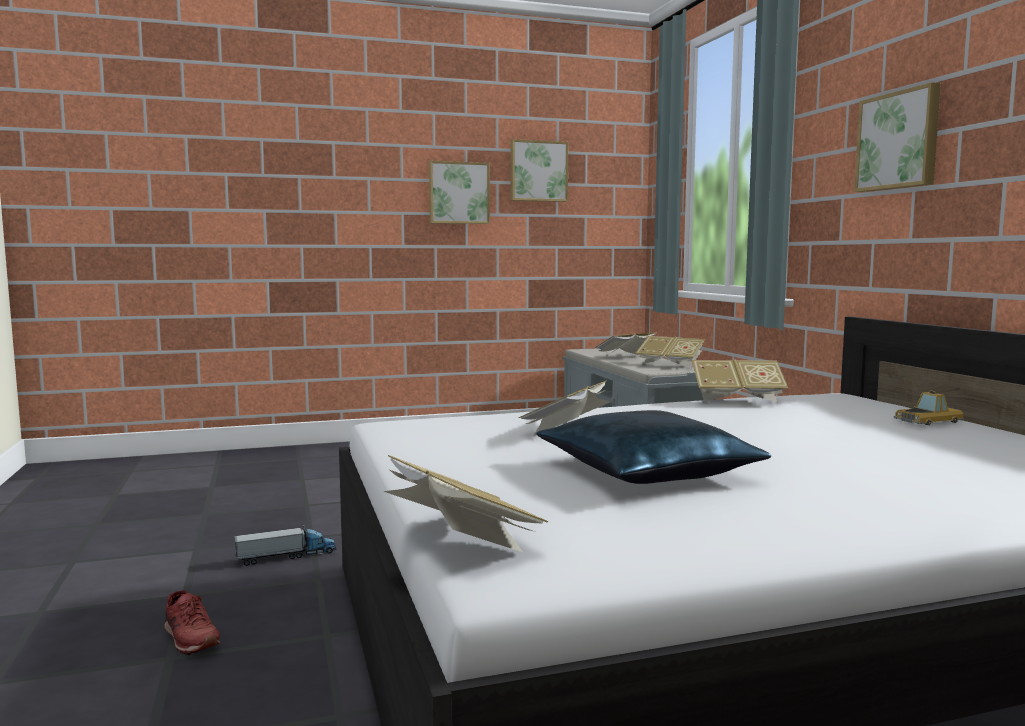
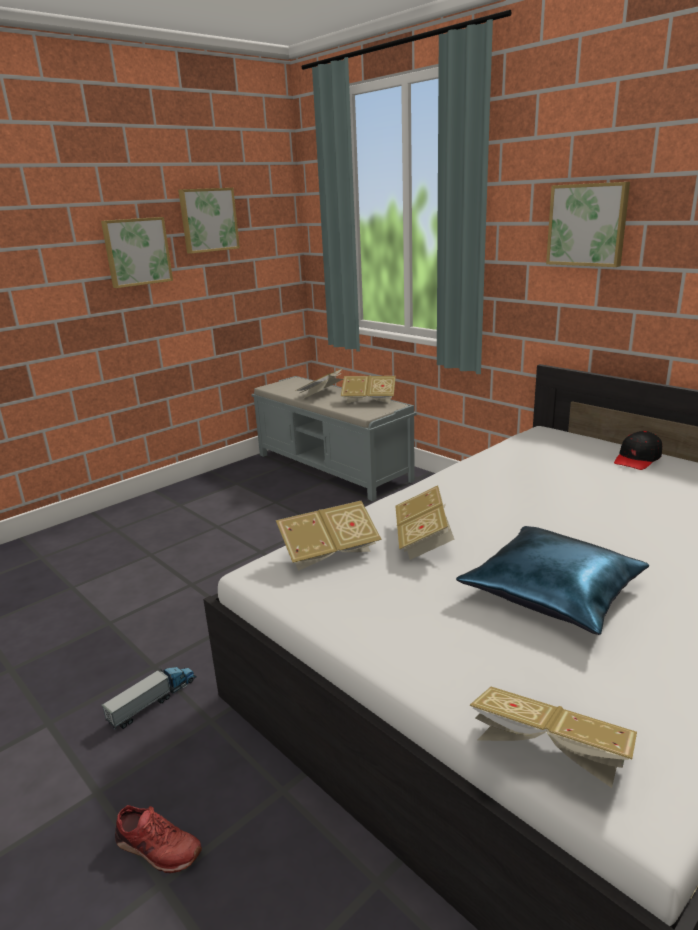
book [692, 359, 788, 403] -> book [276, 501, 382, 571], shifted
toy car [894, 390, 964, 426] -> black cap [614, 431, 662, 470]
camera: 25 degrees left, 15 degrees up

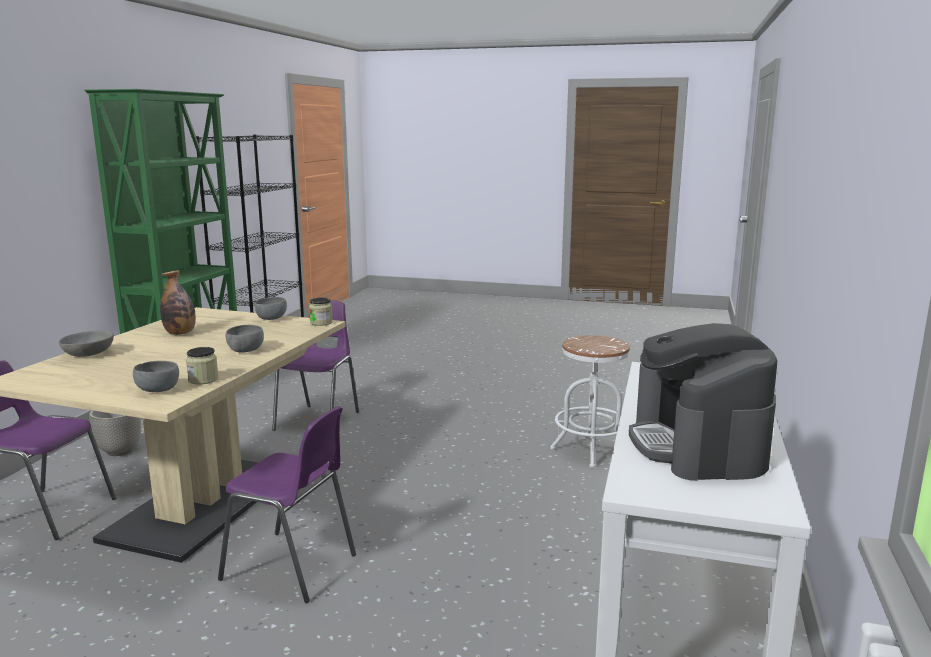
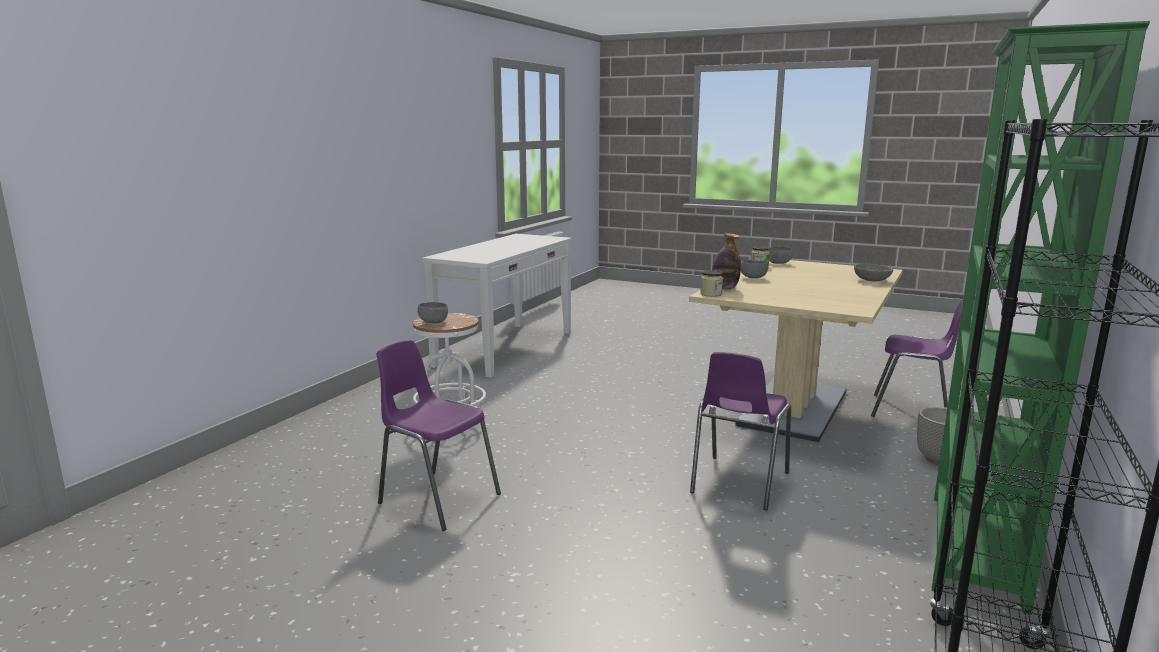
purple chair [218, 406, 356, 603] -> purple chair [376, 340, 501, 531], shifted
grey bowl [255, 297, 287, 320] -> grey bowl [418, 302, 448, 323], shifted
bottle [160, 270, 196, 335] -> bottle [712, 233, 741, 289], shifted
coffee machine [629, 323, 777, 481] -> none
camera: 170 degrees left, 0 degrees up

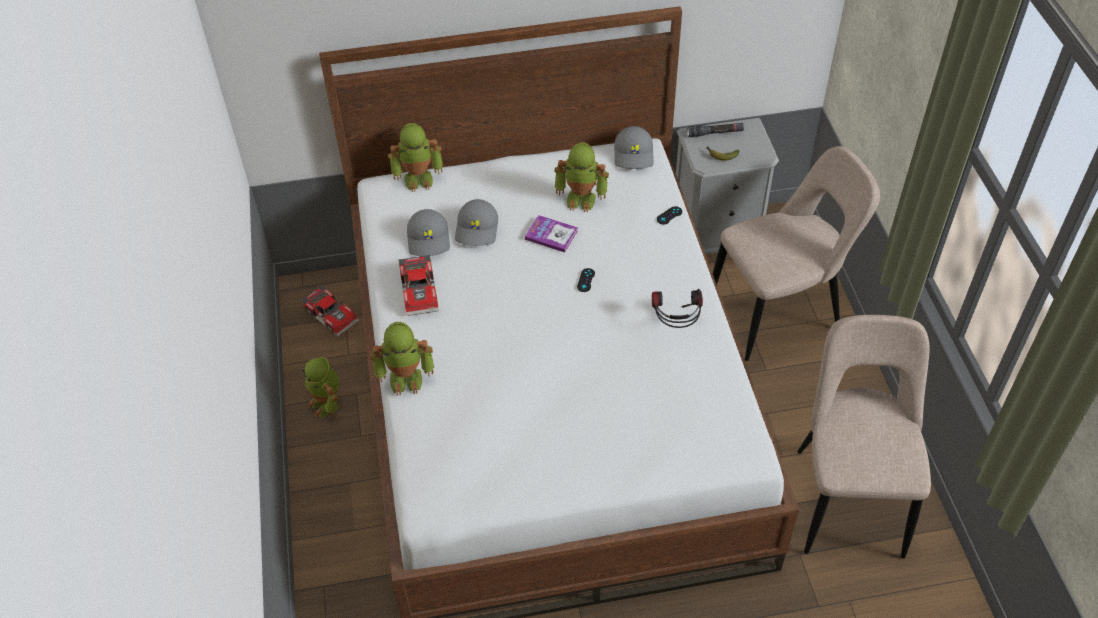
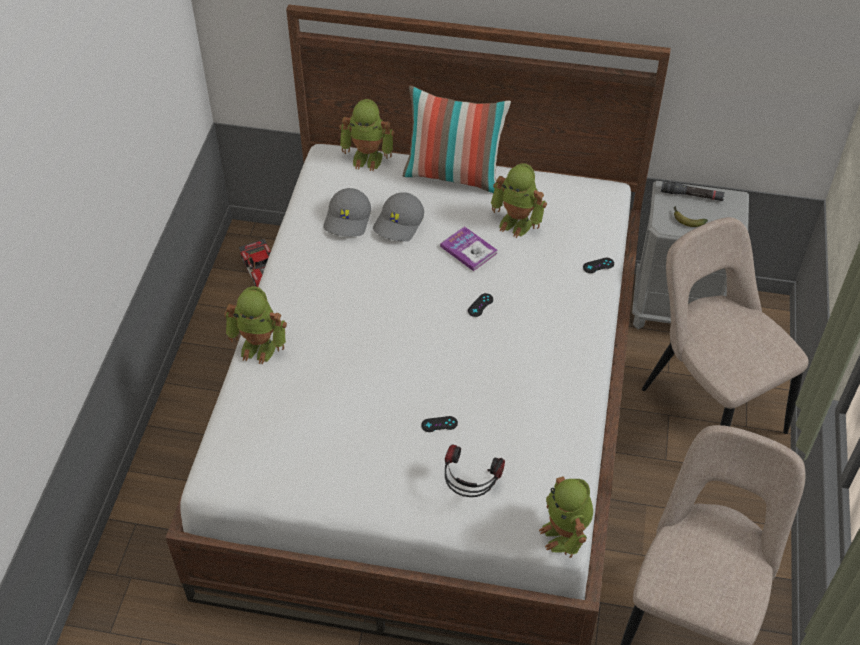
none -> pillow [403, 85, 511, 193]
none -> black game controller [421, 416, 458, 432]
headphones [652, 289, 703, 328] -> headphones [445, 444, 505, 497], shifted
toy robot [303, 357, 339, 417] -> toy robot [539, 477, 593, 558], shifted
beige chair [713, 146, 880, 361] -> beige chair [642, 217, 809, 434], 120 degrees counterclockwise
toy car [399, 254, 439, 316] -> none
grey cap [614, 126, 654, 169] -> none
camera: 20 degrees right, 0 degrees up

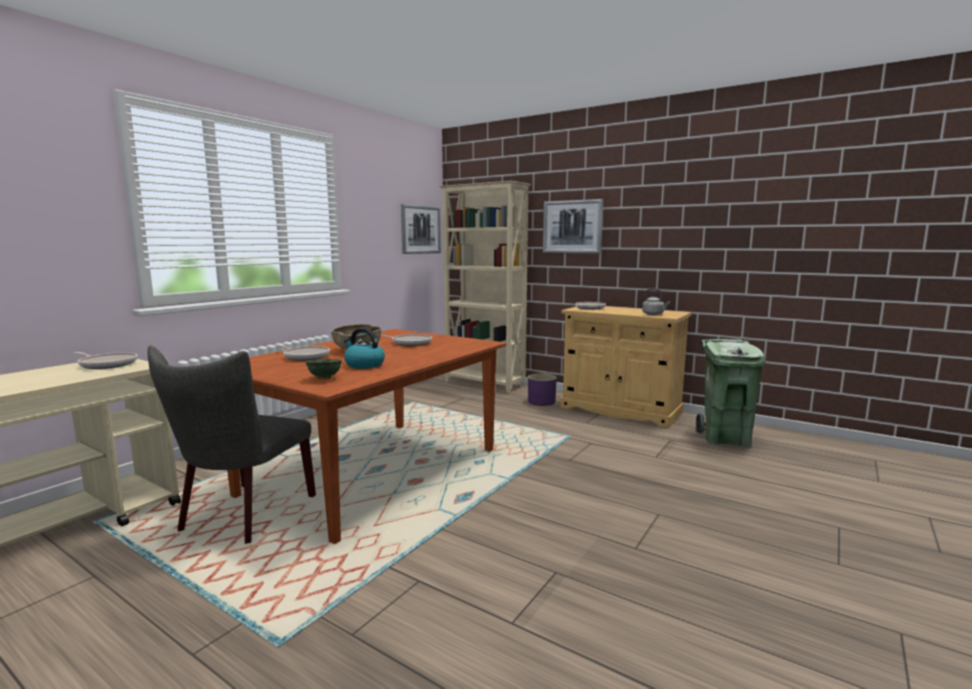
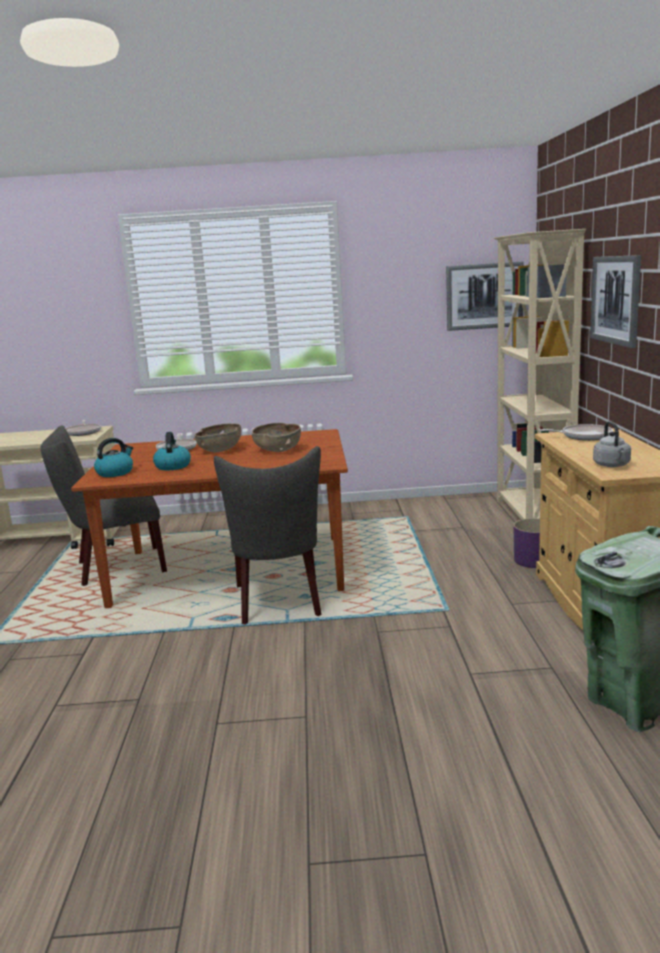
green bowl [305, 359, 342, 380] -> kettle [94, 438, 133, 477]
none -> grey chair [214, 446, 322, 625]
frying pan [381, 334, 432, 346] -> brown bowl [252, 423, 301, 452]
camera: 55 degrees right, 5 degrees up

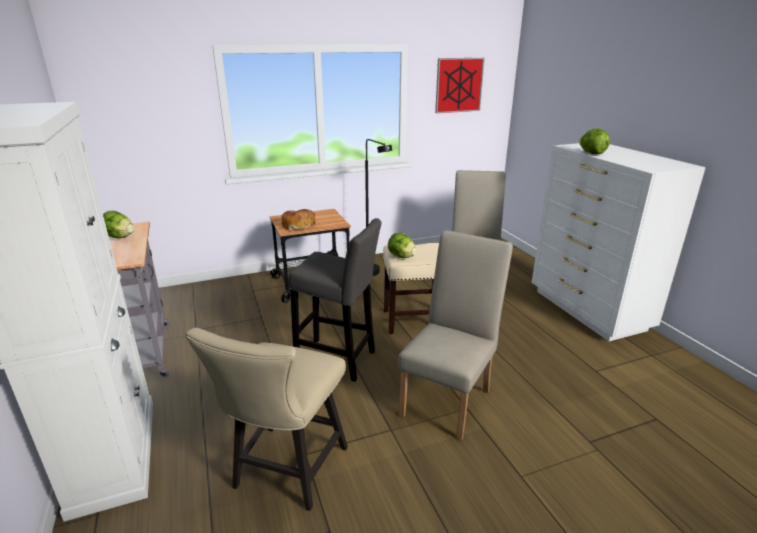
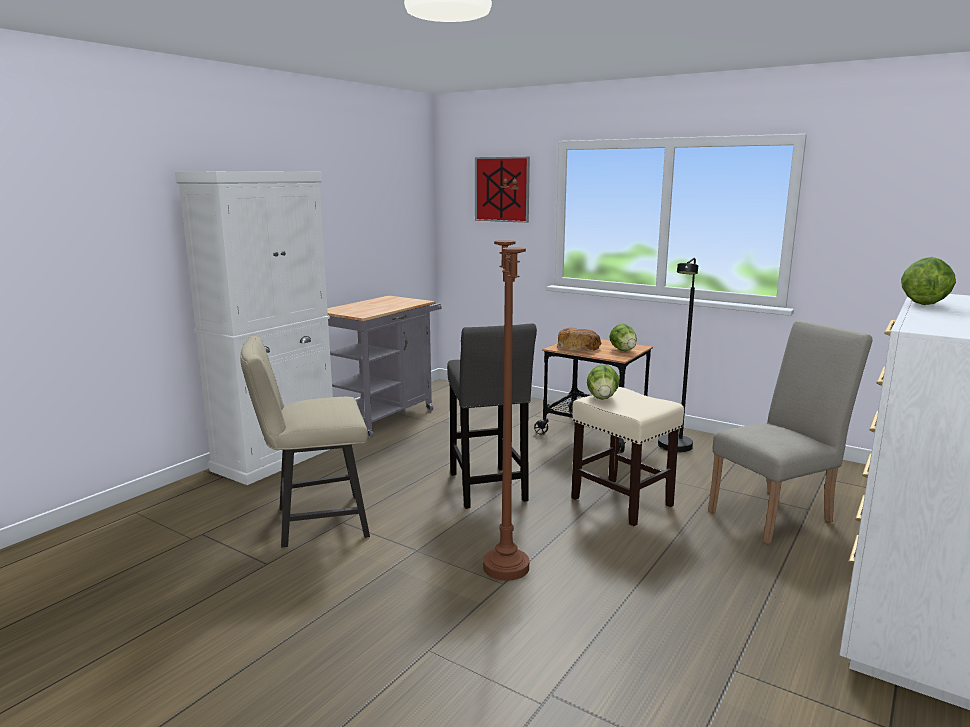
picture [435, 58, 485, 113] -> picture [475, 157, 530, 223], shifted
beige chair [398, 230, 513, 441] -> brown floor lamp [483, 177, 529, 581]
lettuce [103, 211, 134, 238] -> lettuce [609, 324, 637, 351], shifted
camera: 55 degrees right, 10 degrees down

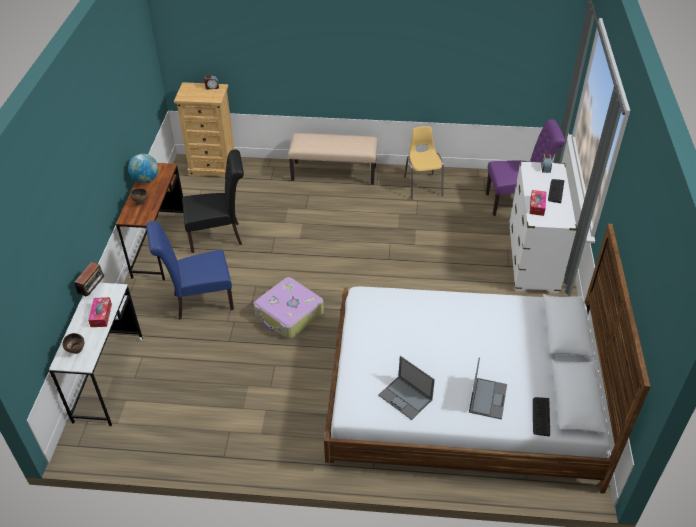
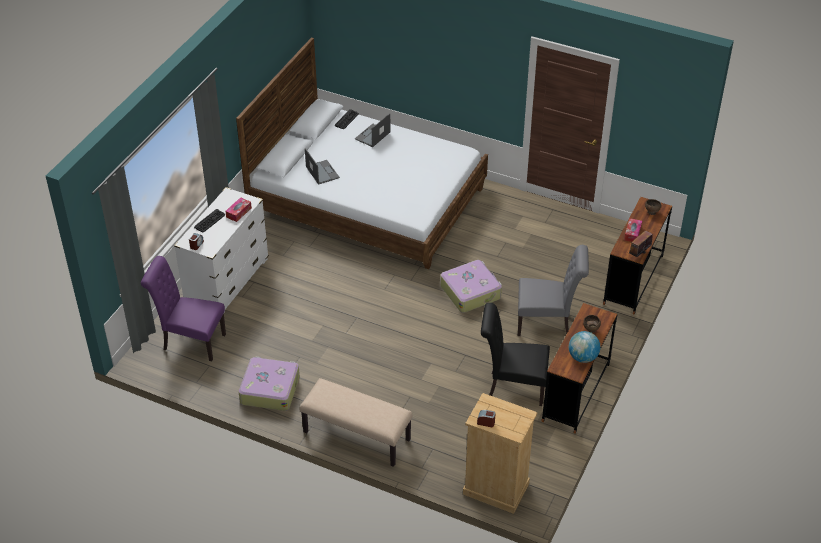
yellow chair [404, 126, 444, 200] -> suitcase [239, 357, 300, 411]
laptop [378, 356, 435, 420] -> laptop [305, 148, 340, 185], shifted
blue chair [146, 221, 234, 320] -> grey chair [518, 245, 589, 336]
white desk [49, 283, 143, 426] -> brown desk [603, 197, 672, 314]
camera: 160 degrees left, 0 degrees up

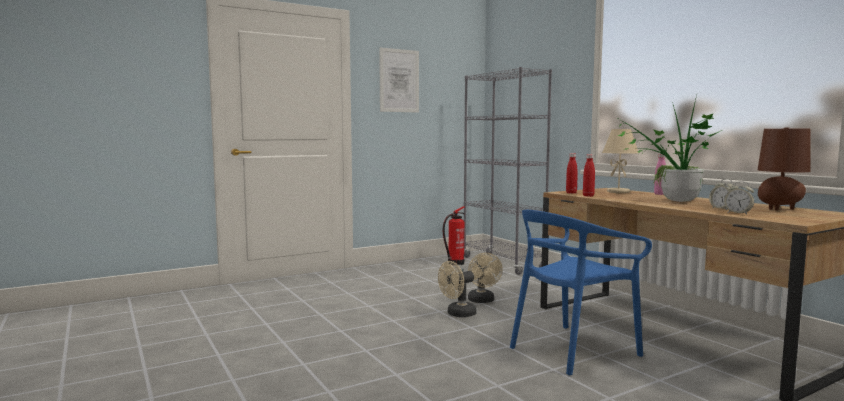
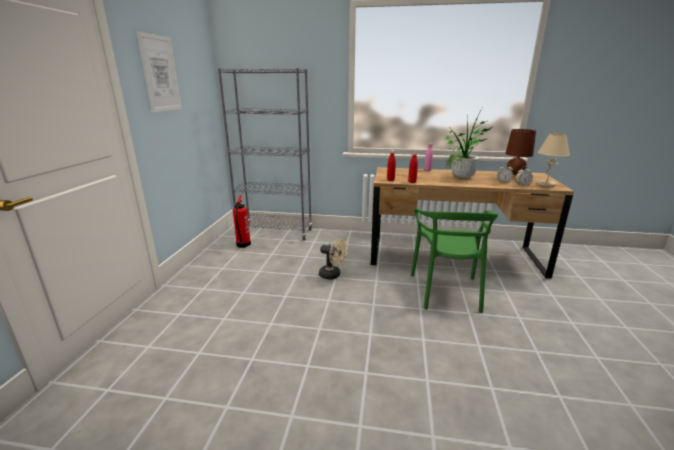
blue chair [510, 210, 652, 375] -> green chair [411, 208, 498, 313]
beige table lamp [602, 129, 639, 193] -> beige table lamp [537, 133, 570, 187], shifted
beige fan [438, 261, 476, 317] -> none
camera: 50 degrees left, 15 degrees up

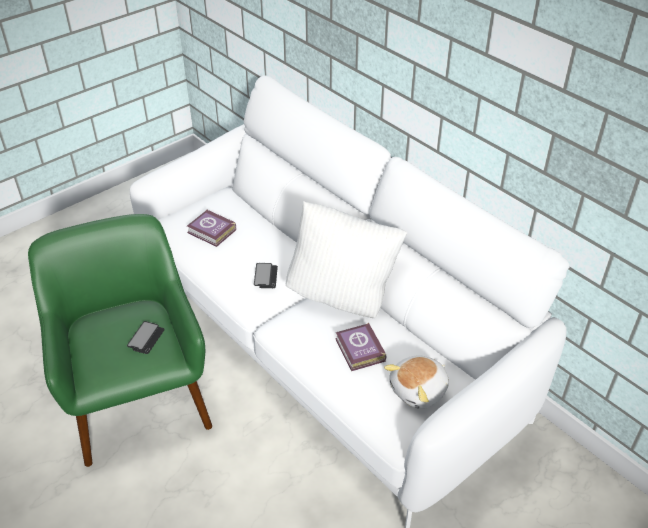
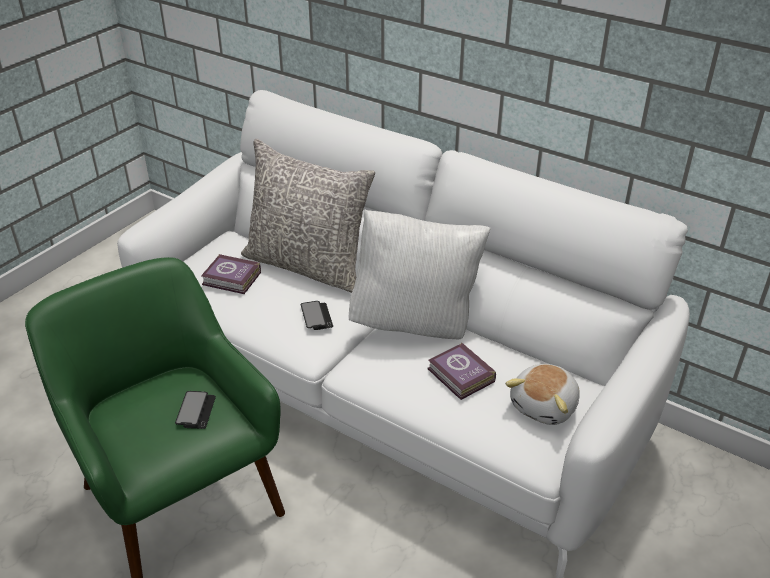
none -> grey pillow [241, 139, 375, 293]
camera: 15 degrees left, 5 degrees down

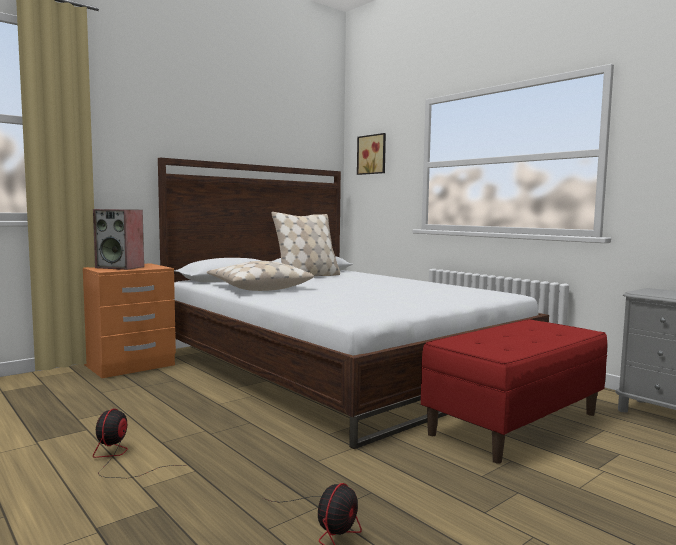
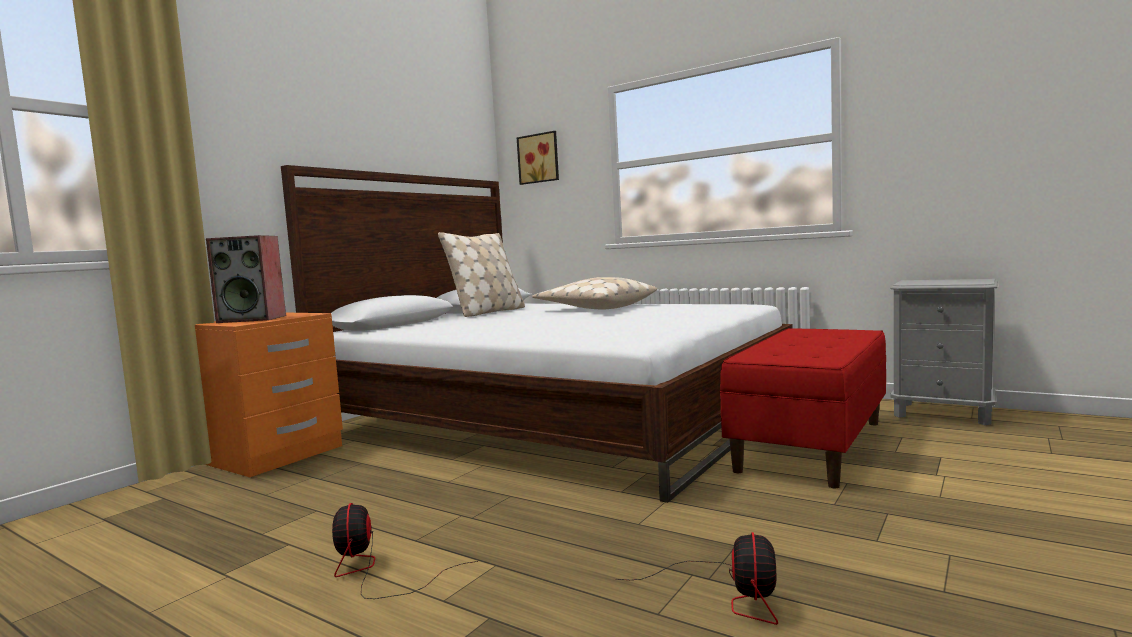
beige pillow [207, 261, 314, 291] -> beige pillow [532, 277, 657, 309], shifted
camera: 15 degrees left, 0 degrees up

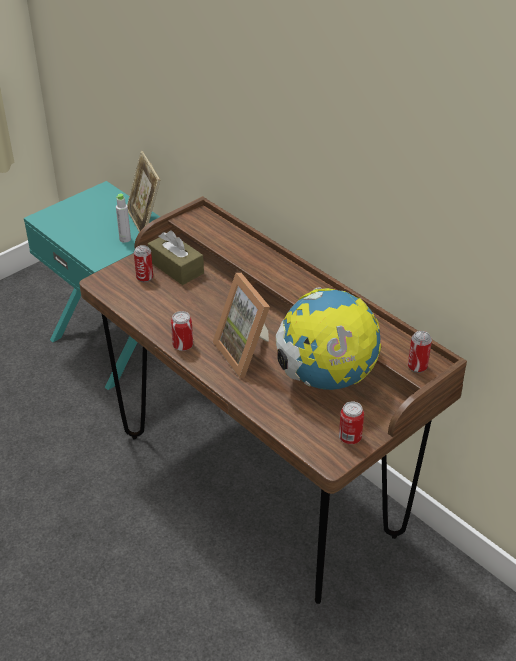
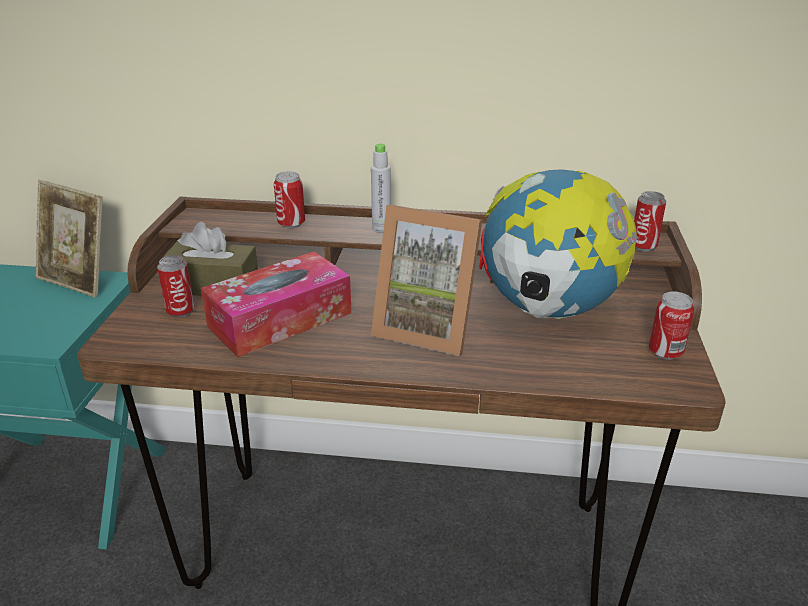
none -> tissue box [201, 251, 352, 357]
can [171, 311, 193, 351] -> can [274, 171, 305, 228], shifted
grey bottle [116, 194, 131, 243] -> grey bottle [371, 144, 391, 233], shifted
camera: 40 degrees left, 10 degrees down

